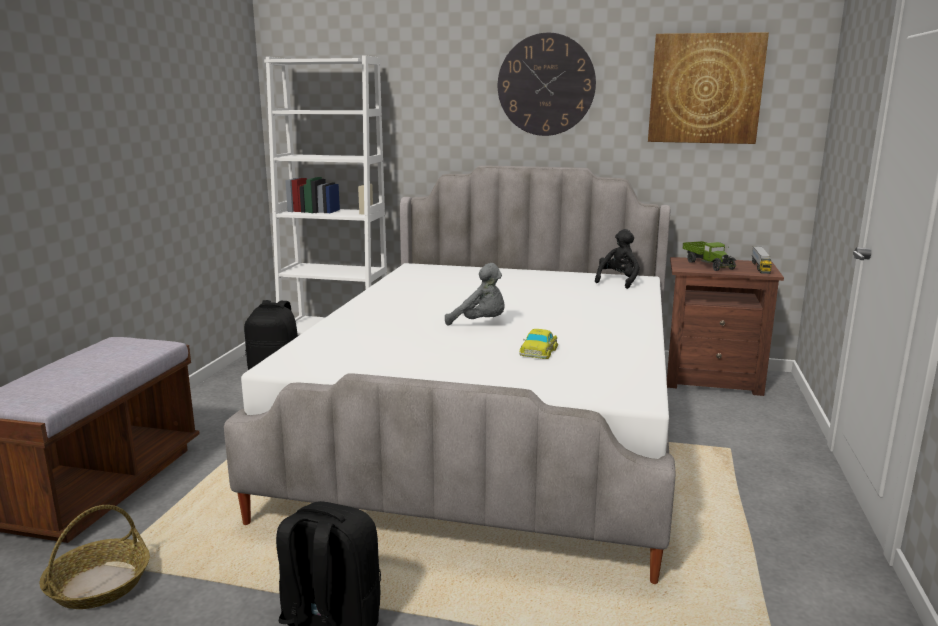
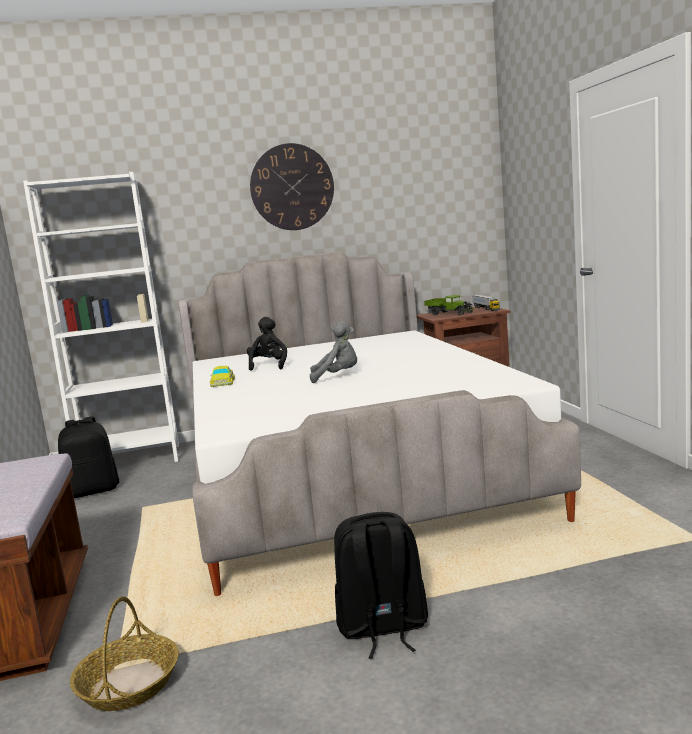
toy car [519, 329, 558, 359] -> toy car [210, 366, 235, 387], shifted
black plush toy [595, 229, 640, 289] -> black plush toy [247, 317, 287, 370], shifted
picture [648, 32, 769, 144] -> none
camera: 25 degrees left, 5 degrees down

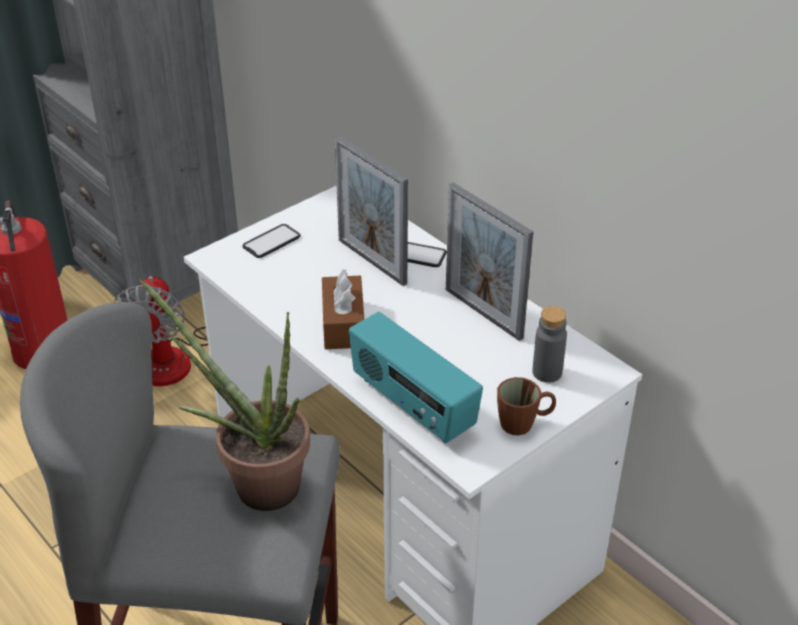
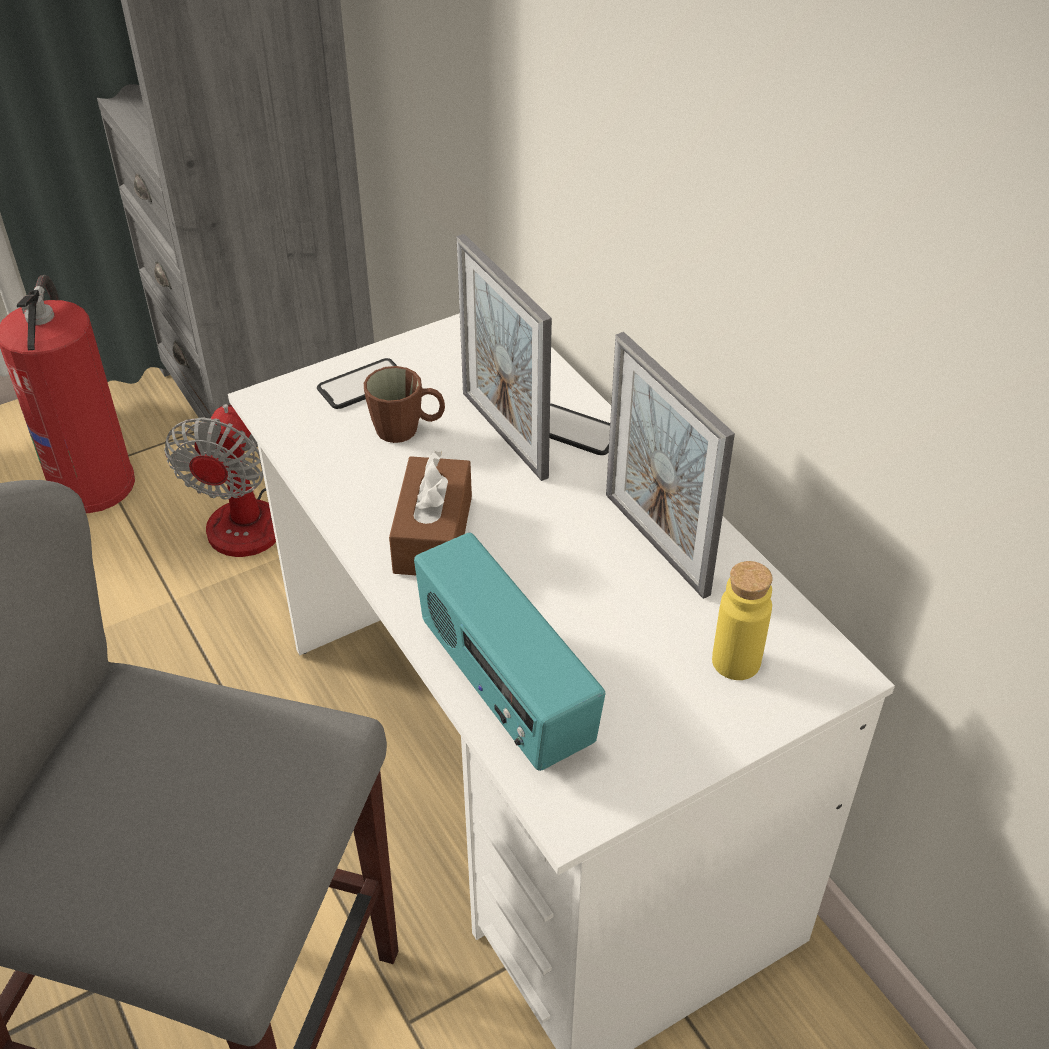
brown mug [497, 377, 556, 435] -> brown mug [364, 366, 445, 443], shifted
grey bottle [533, 306, 567, 383] -> yellow bottle [712, 561, 773, 680]
potted plant [139, 279, 310, 511] -> none
camera: 10 degrees right, 5 degrees up

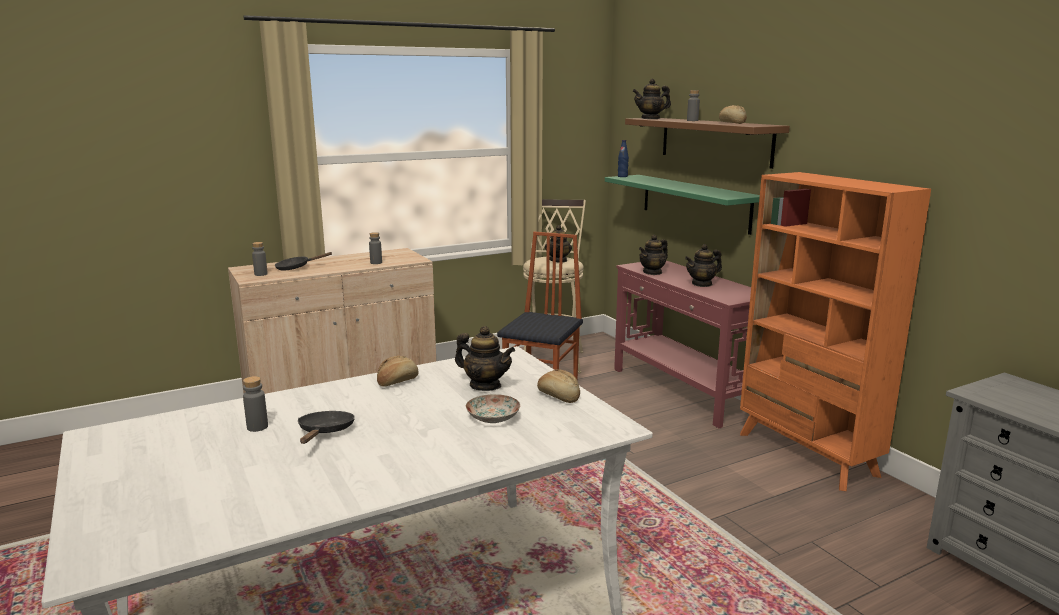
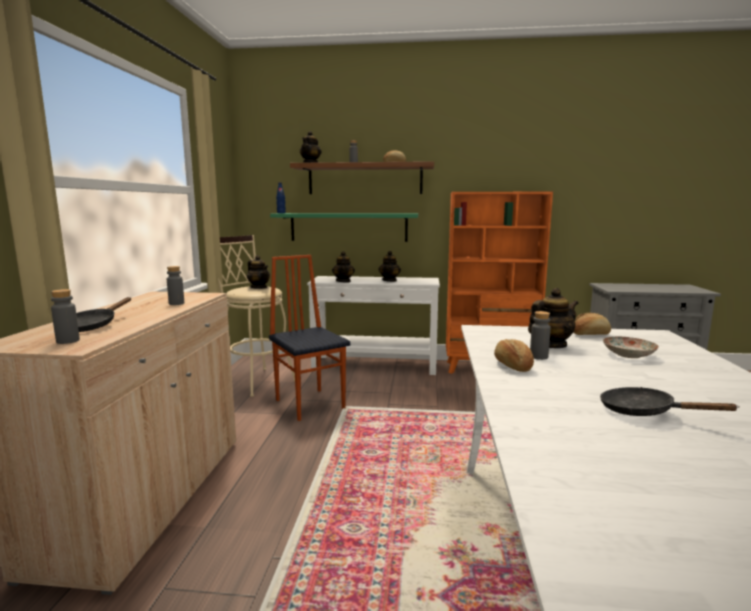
red console table [614, 261, 751, 428] -> white console table [307, 276, 440, 375]
grey bottle [243, 376, 268, 432] -> grey bottle [530, 311, 551, 360], shifted
camera: 55 degrees left, 5 degrees down

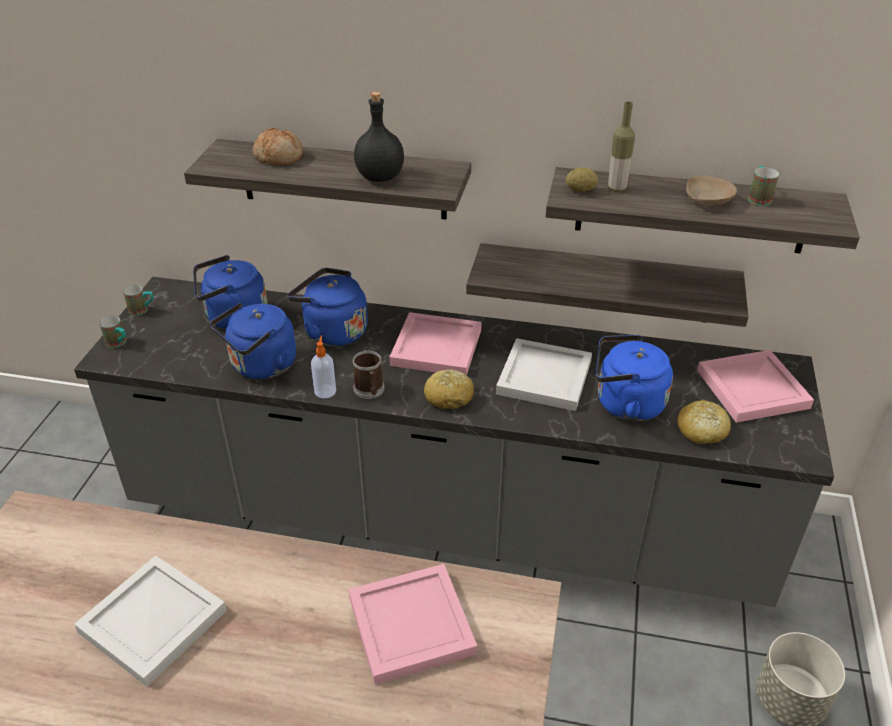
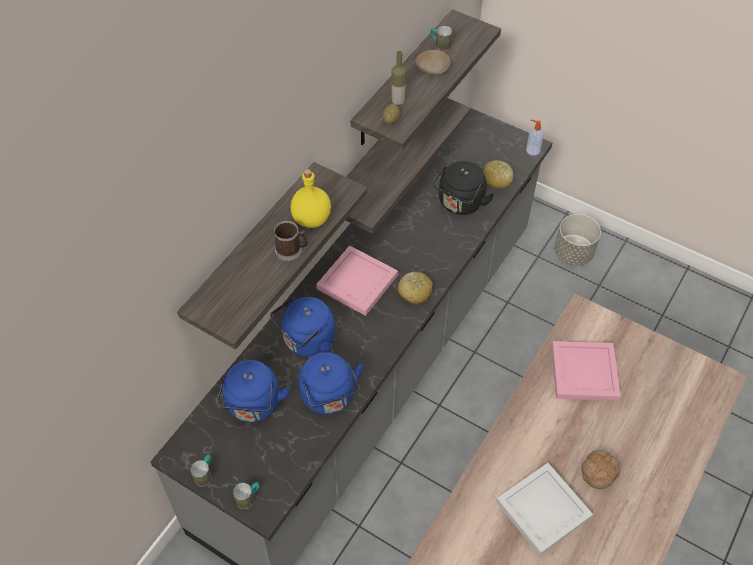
mug [353, 351, 385, 399] -> mug [274, 221, 308, 261], shifted
black bottle [354, 92, 404, 182] -> yellow bottle [291, 169, 331, 228]
blue kettle [596, 335, 673, 421] -> black kettle [433, 161, 495, 215]
soap dispenser [311, 335, 336, 399] -> soap dispenser [526, 120, 544, 155], shifted
bread [253, 128, 303, 165] -> bread [581, 450, 620, 489], shifted
white tray [496, 338, 592, 411] -> none
pink tray [697, 350, 814, 423] -> none
camera: 70 degrees left, 15 degrees up

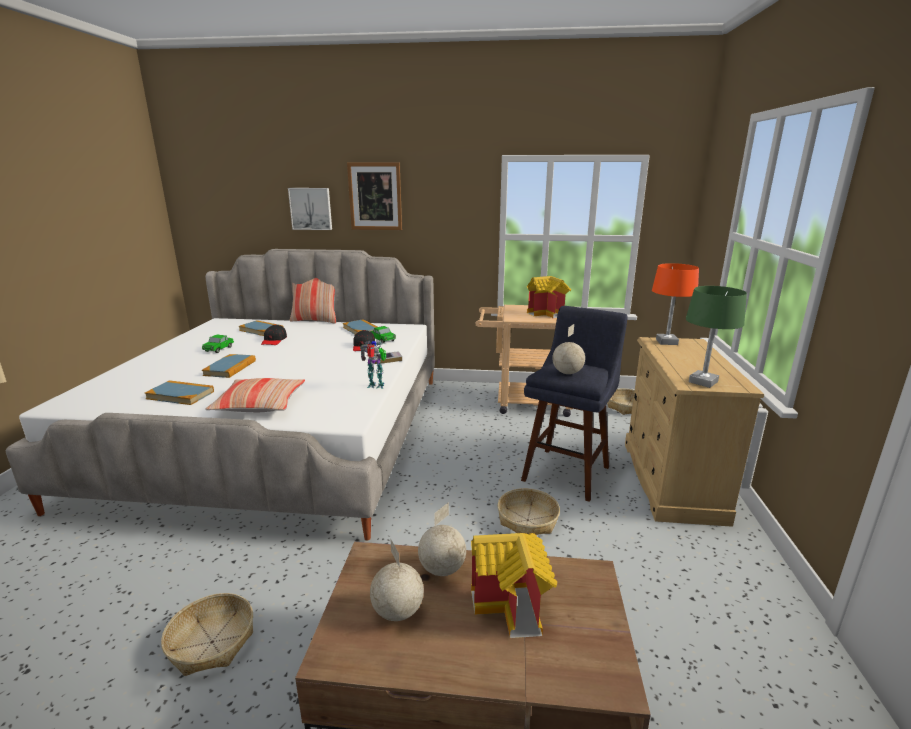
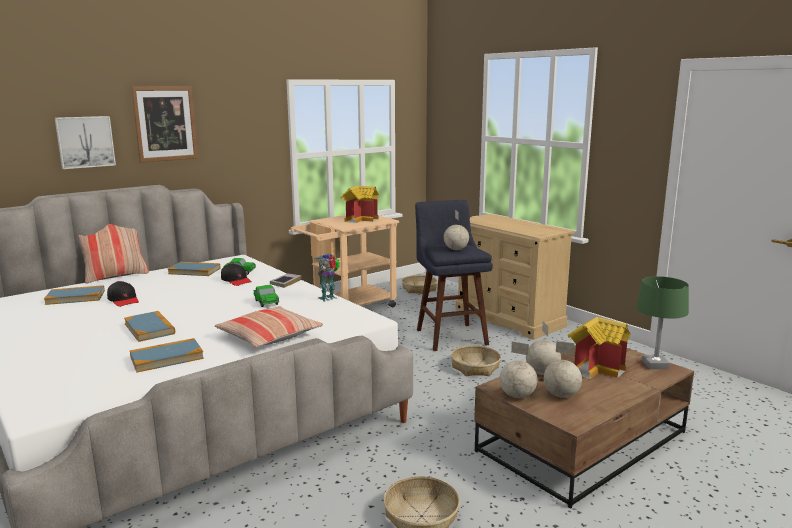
toy car [202, 335, 234, 353] -> toy car [254, 285, 279, 307], shifted
none -> globe [500, 341, 537, 398]
green table lamp [686, 286, 747, 388] -> green table lamp [636, 276, 689, 369], shifted
orange table lamp [652, 263, 699, 345] -> none
camera: 45 degrees left, 5 degrees down

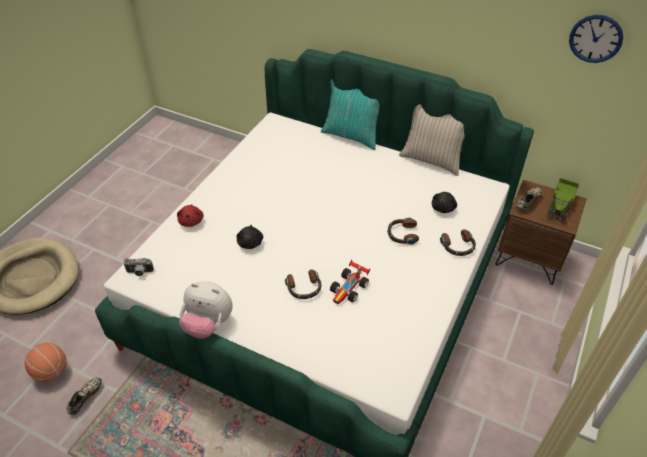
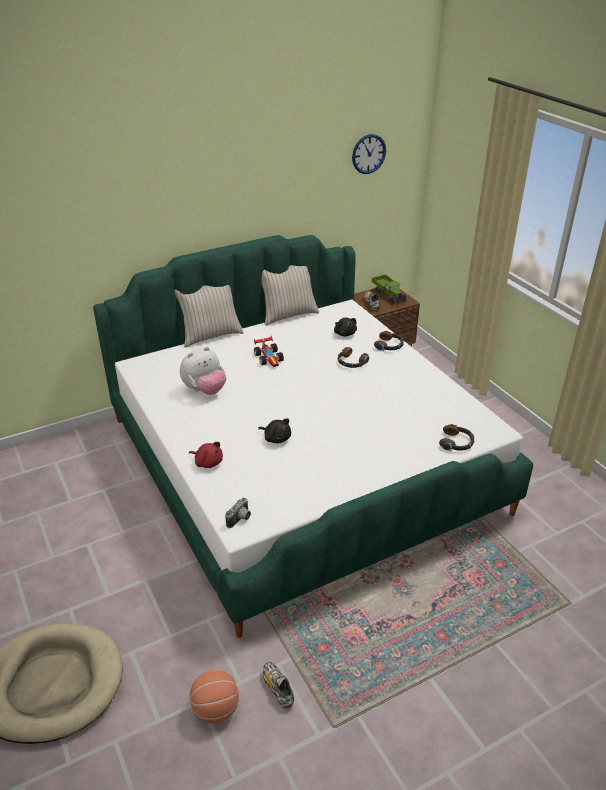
turquoise pillow [321, 79, 380, 150] -> beige pillow [175, 285, 244, 348]
plush toy [179, 281, 233, 339] -> plush toy [180, 347, 226, 395], shifted
toy car [330, 260, 370, 304] -> toy car [254, 336, 284, 367], shifted
headphones [285, 269, 321, 299] -> headphones [439, 424, 474, 451], shifted
camera: 55 degrees left, 10 degrees down

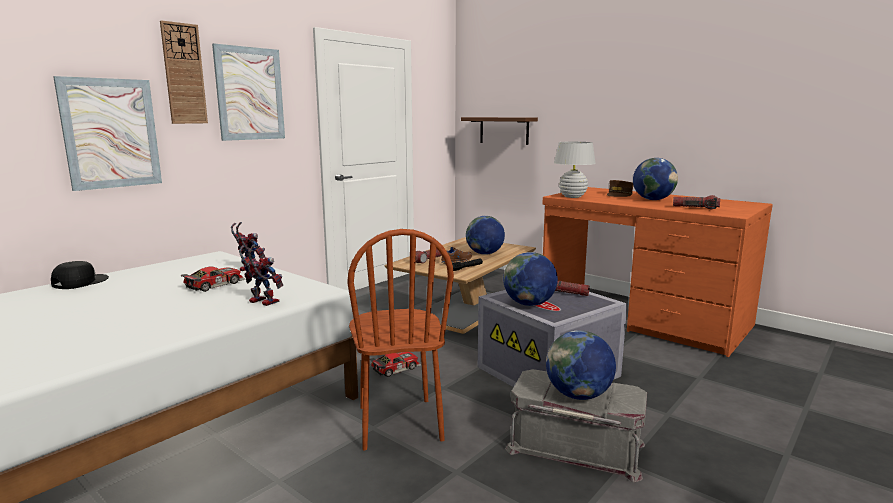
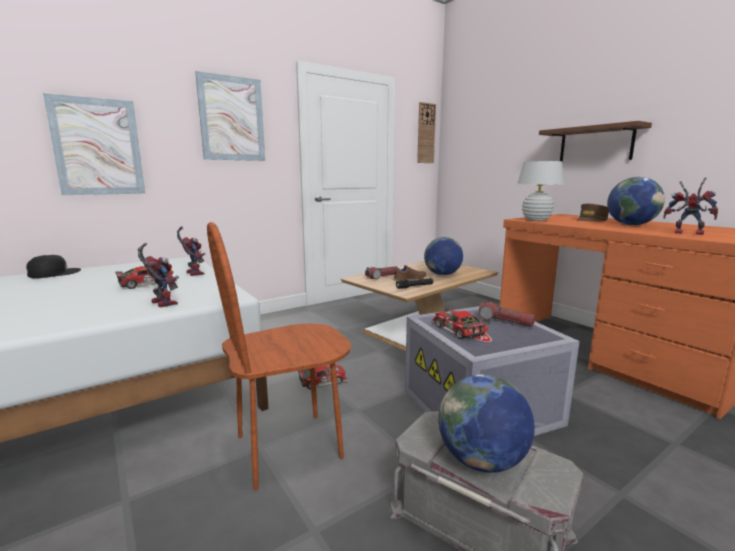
brown chair [347, 229, 454, 450] -> brown chair [207, 222, 351, 491], 60 degrees clockwise
wall clock [160, 20, 208, 124] -> wall clock [417, 102, 436, 163], shifted
globe [503, 252, 558, 306] -> toy car [431, 310, 490, 339]
brown shelf [461, 117, 538, 145] -> brown shelf [539, 121, 652, 162], shifted
flashlight [673, 195, 720, 209] -> toy robot [663, 177, 718, 235]
camera: 15 degrees right, 0 degrees up

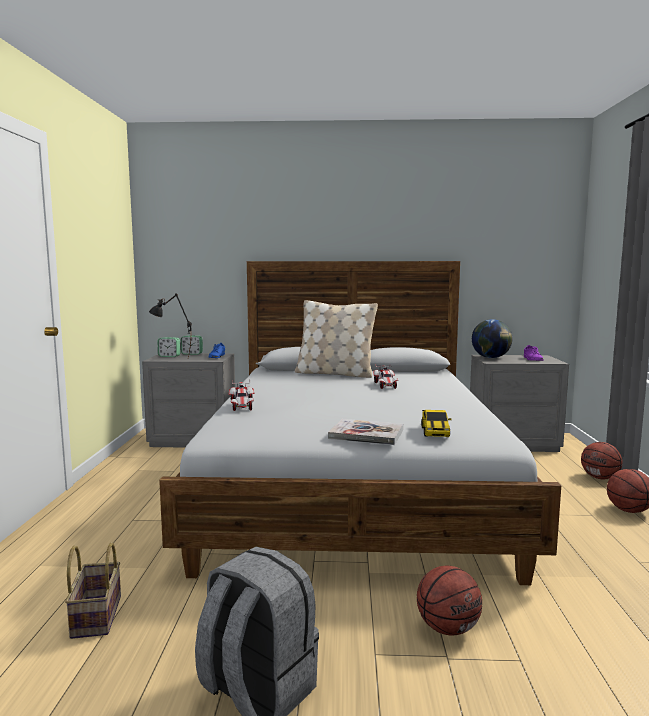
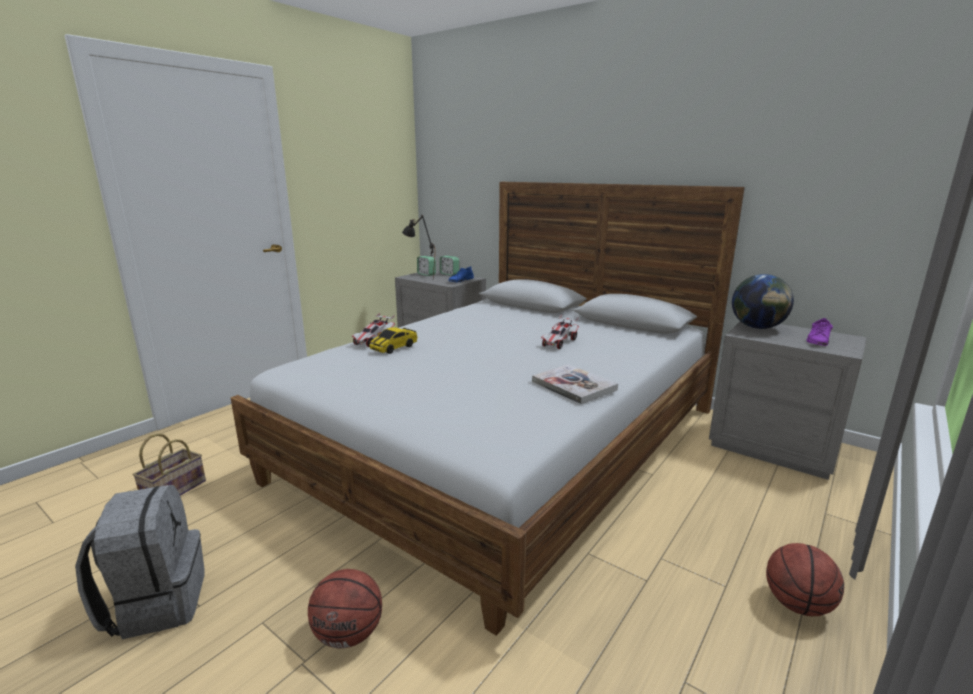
toy car [421, 410, 452, 437] -> toy car [369, 327, 417, 354], shifted
book [328, 419, 403, 445] -> book [532, 364, 618, 404], shifted
beige pillow [295, 300, 378, 378] -> none
basketball [581, 442, 622, 479] -> none
camera: 35 degrees right, 10 degrees up

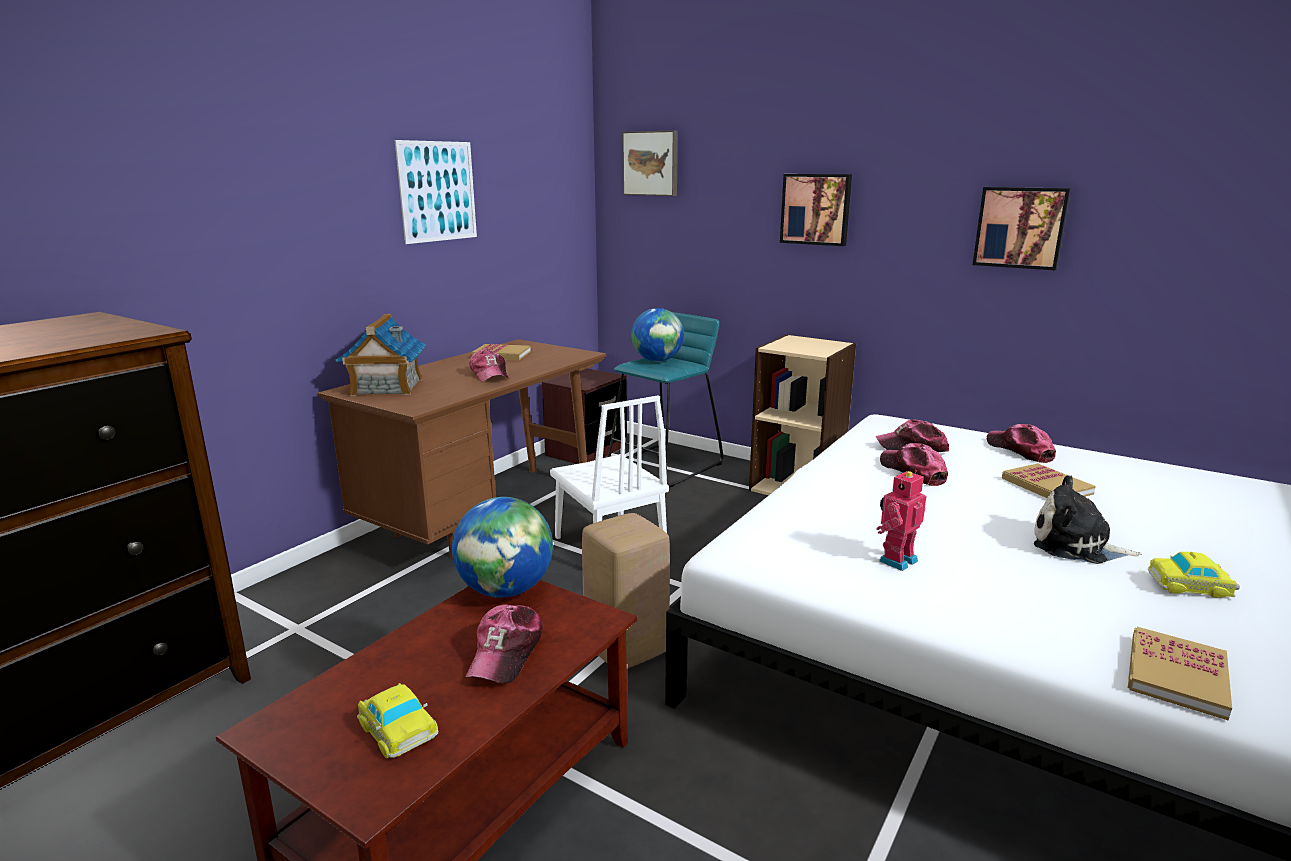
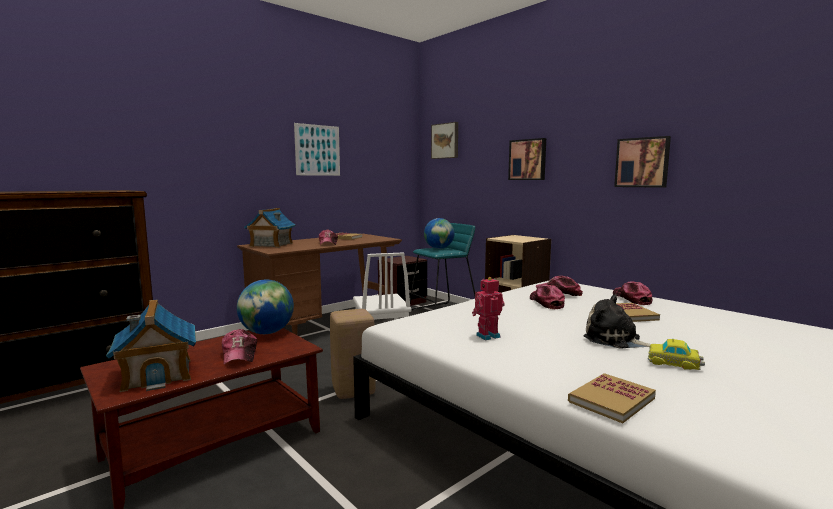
toy car [357, 683, 438, 758] -> toy house [106, 299, 196, 392]
cap [465, 604, 543, 683] -> cap [222, 329, 257, 364], 45 degrees counterclockwise
camera: 15 degrees right, 10 degrees down

